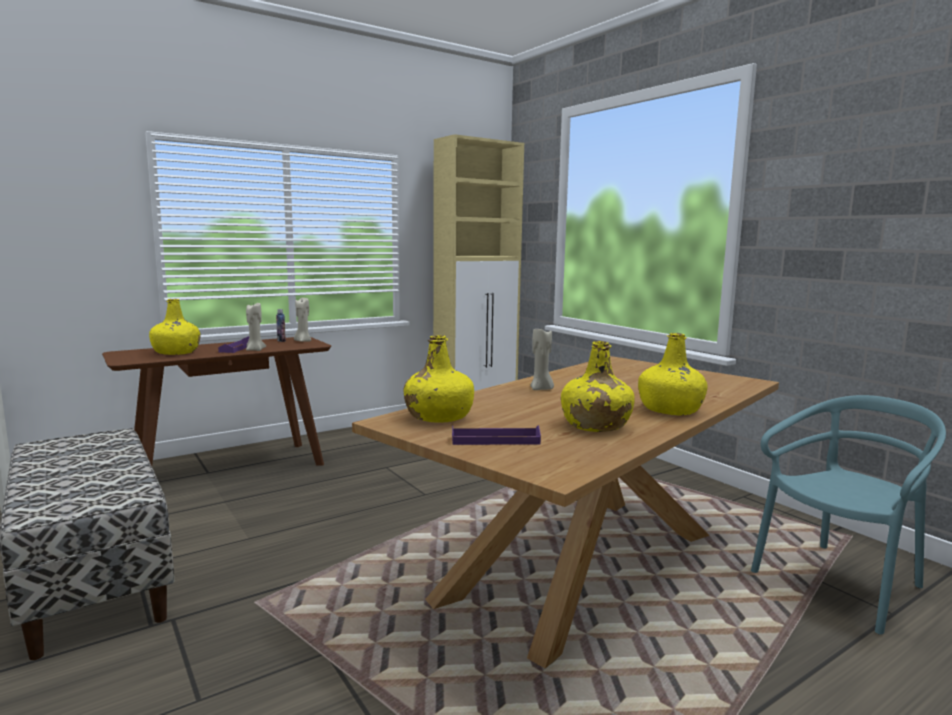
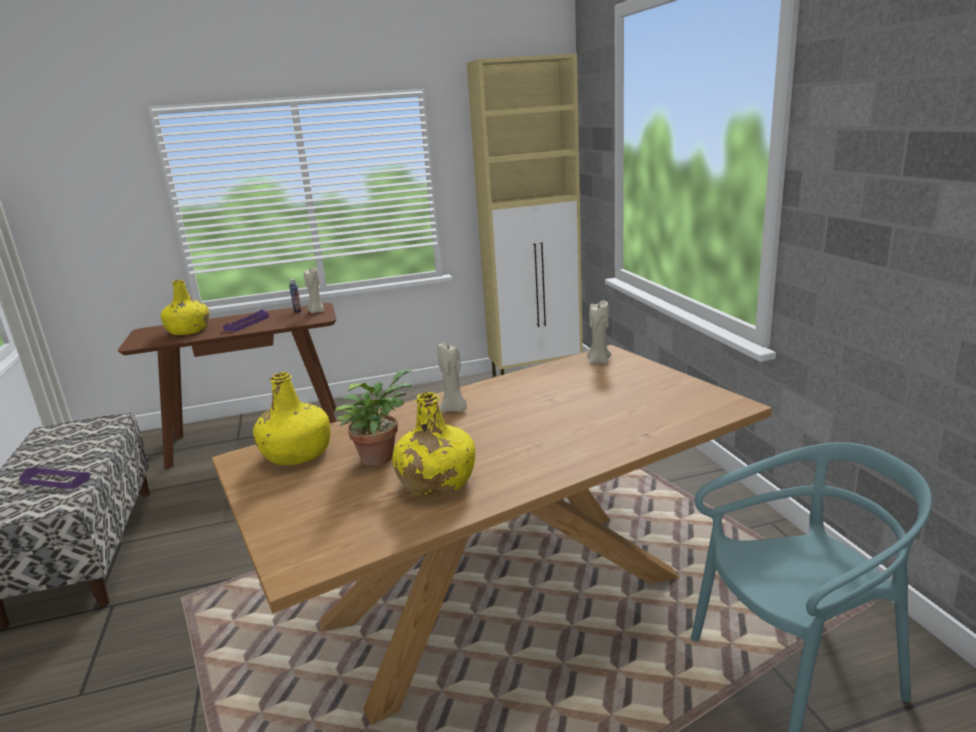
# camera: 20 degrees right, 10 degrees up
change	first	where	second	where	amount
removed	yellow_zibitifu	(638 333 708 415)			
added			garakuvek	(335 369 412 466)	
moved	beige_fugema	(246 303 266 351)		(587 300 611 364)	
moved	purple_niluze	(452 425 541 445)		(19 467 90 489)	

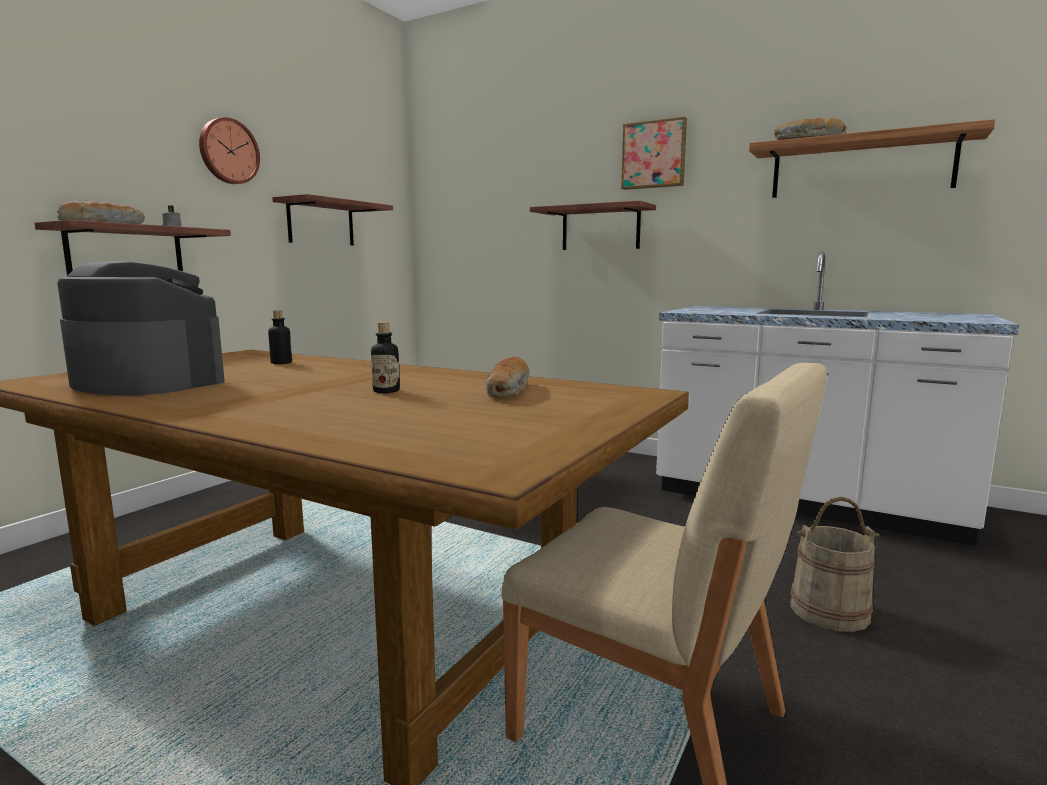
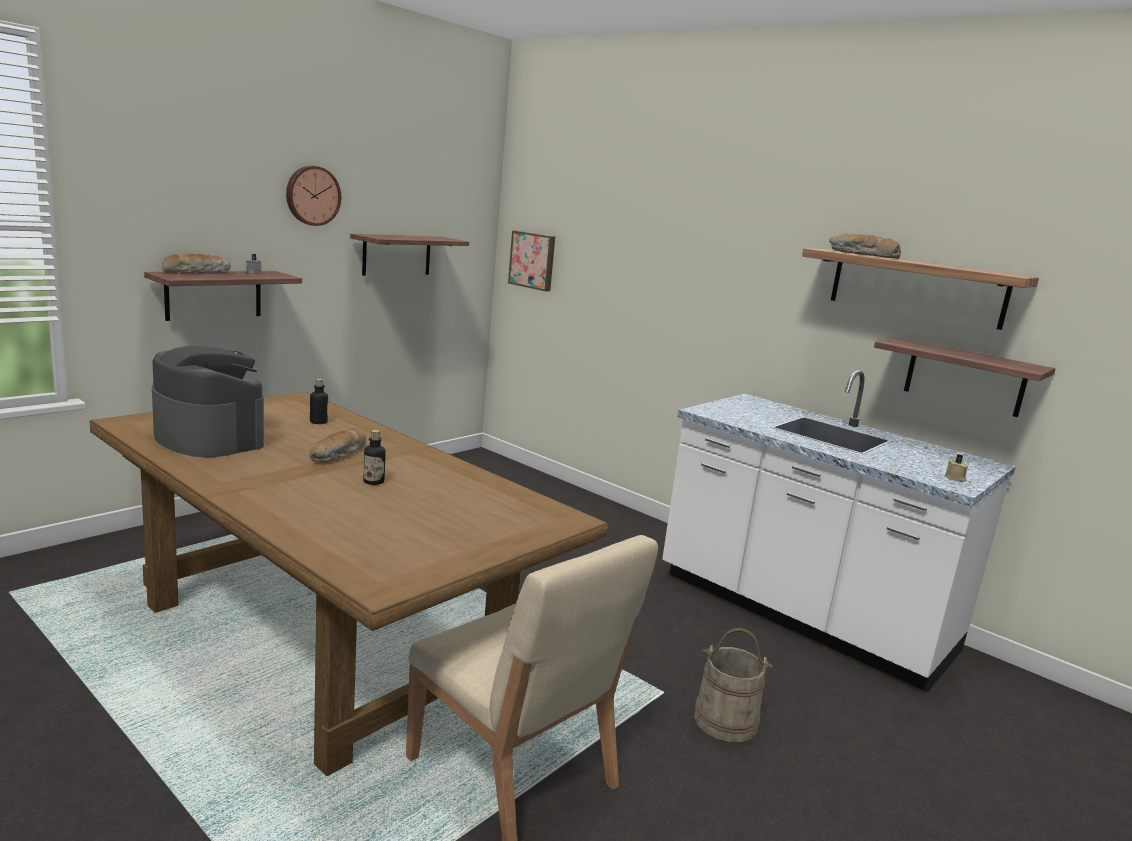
# camera: 10 degrees right, 5 degrees up
change	first	where	second	where	amount
added			beige_fugema	(944 454 968 482)	
moved	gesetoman	(486 357 529 398)		(310 428 366 463)	
moved	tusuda	(530 201 656 250)		(874 337 1055 417)	
moved	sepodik	(621 116 687 190)		(508 230 555 291)	

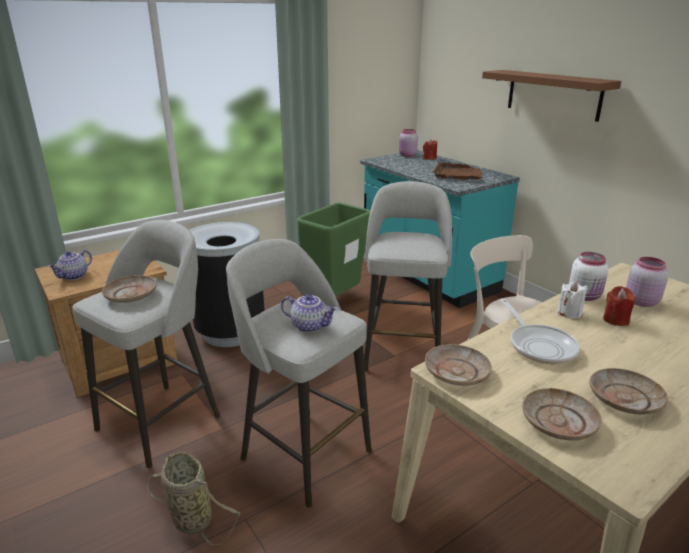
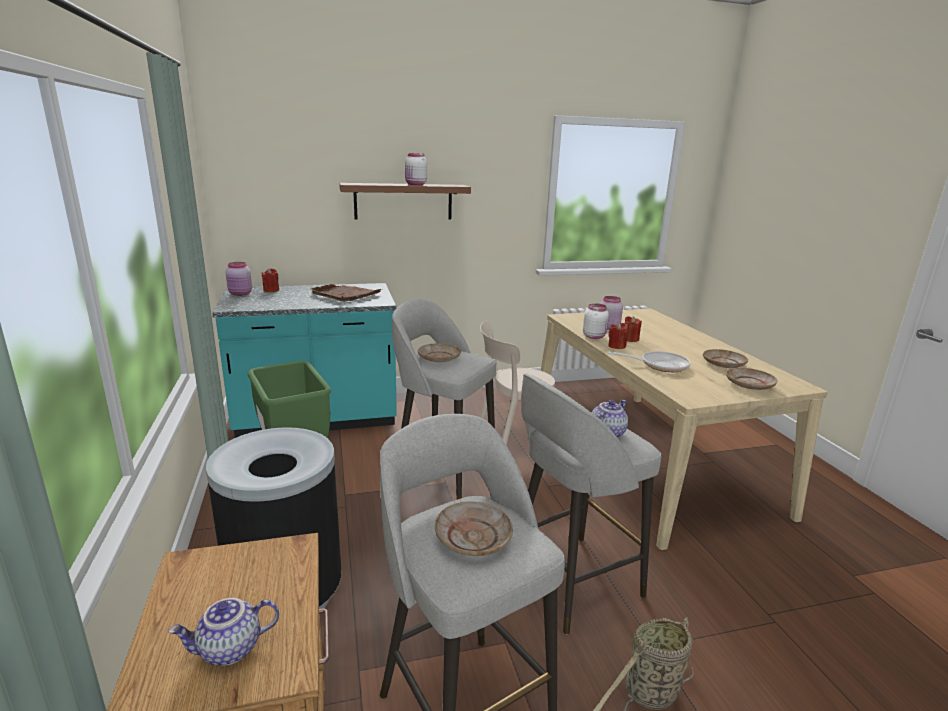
# camera: 70 degrees left, 5 degrees down
change	first	where	second	where	amount
added			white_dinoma	(405 153 427 185)	
moved	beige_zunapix	(425 344 492 386)		(418 343 461 362)	
recoloured	white_fugema	(557 282 588 318)	red_fugema	(608 322 628 349)	
turned	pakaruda	(48 250 92 280)		(168 598 279 666)	105 degrees clockwise

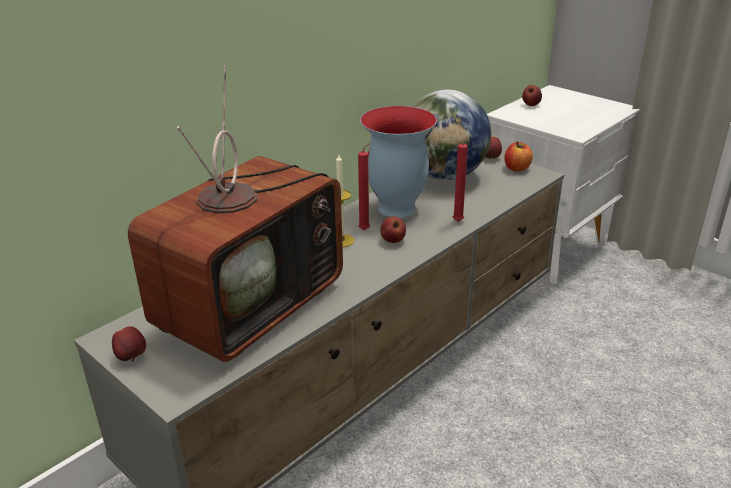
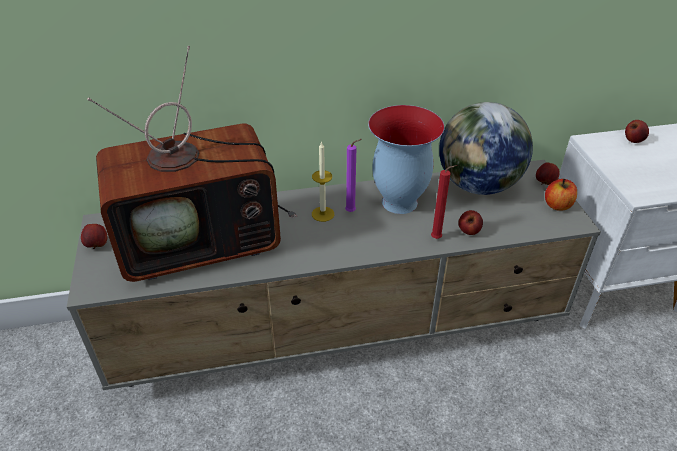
# camera: 35 degrees right, 10 degrees up
change	first	where	second	where	amount
moved	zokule	(380 216 406 243)		(458 210 483 235)	
recoloured	red_fugema	(358 142 371 230)	purple_fugema	(345 139 362 212)	

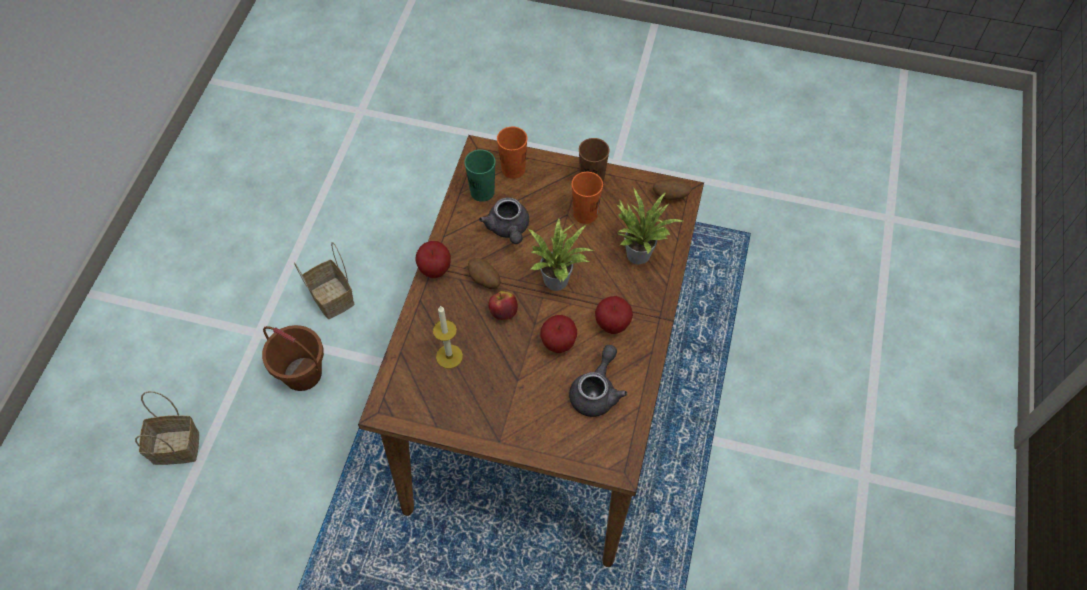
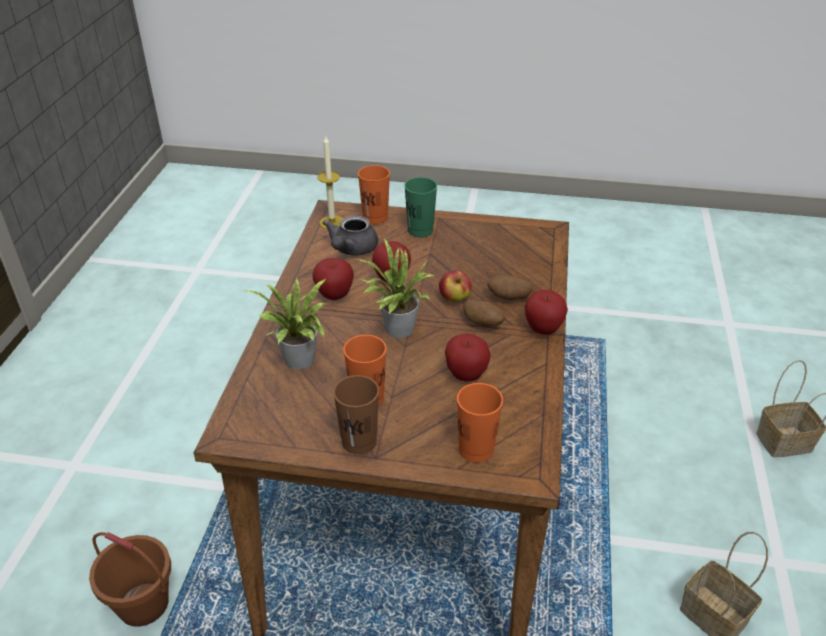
# camera: 175 degrees right, 20 degrees down
change	first	where	second	where	amount
added			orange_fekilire	(358 165 390 224)	
moved	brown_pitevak	(262 325 324 391)		(89 532 171 627)	
moved	fugema	(433 306 463 369)		(318 136 343 229)	
moved	green_fekilire	(464 149 495 202)		(404 177 437 237)	
moved	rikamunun	(653 179 692 200)		(487 275 533 300)	
replaced	grey_pakaruda	(479 197 529 244)	zokule	(445 334 491 382)	

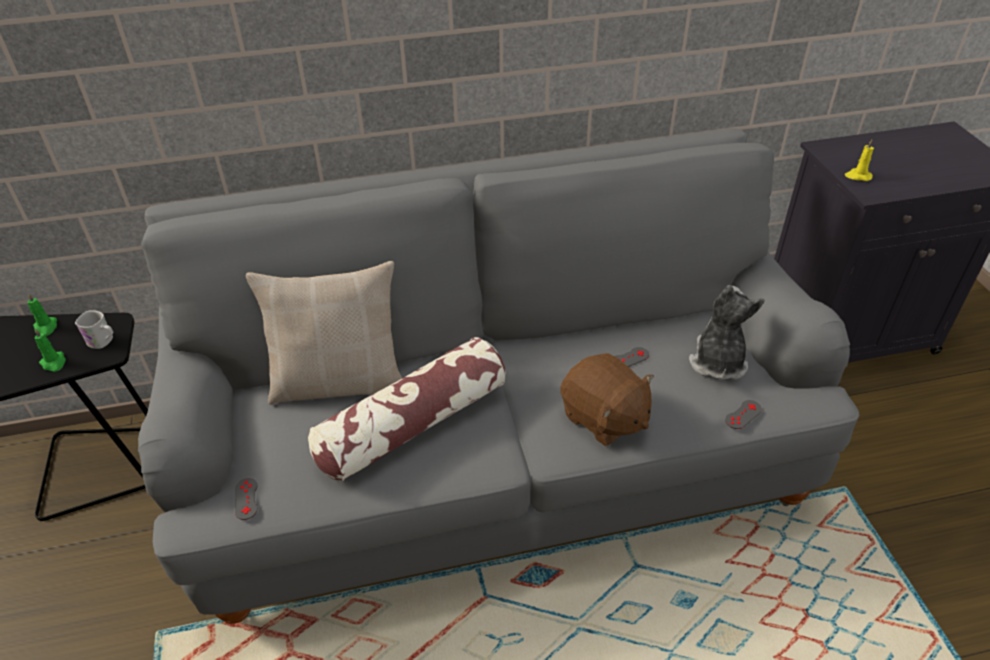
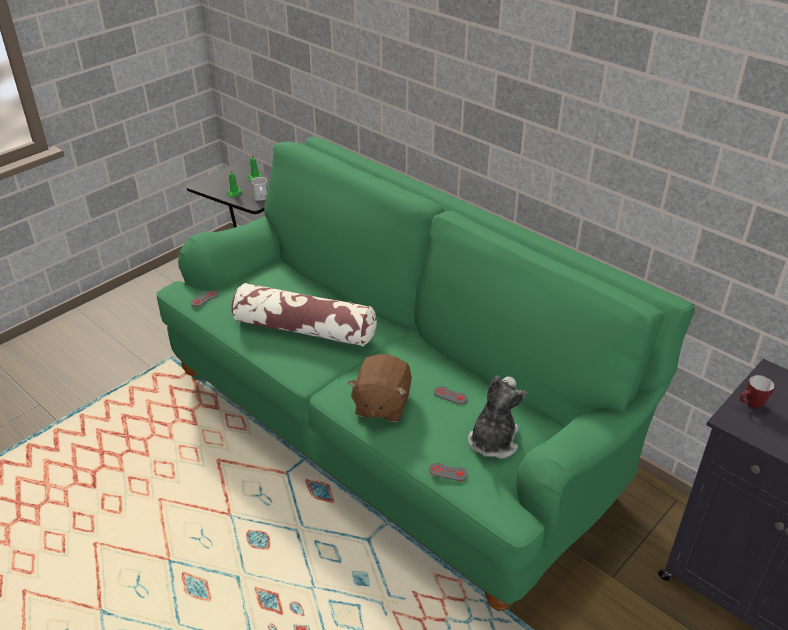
# camera: 55 degrees right, 5 degrees down
change	first	where	second	where	amount
removed	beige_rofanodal	(246 261 402 405)			
replaced	yellow_fugema	(845 139 874 181)	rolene	(740 375 774 409)	
recoloured	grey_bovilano	(138 129 859 624)	green_bovilano	(156 137 695 611)	
turned	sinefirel	(689 285 765 380)		(468 375 527 459)	45 degrees counterclockwise

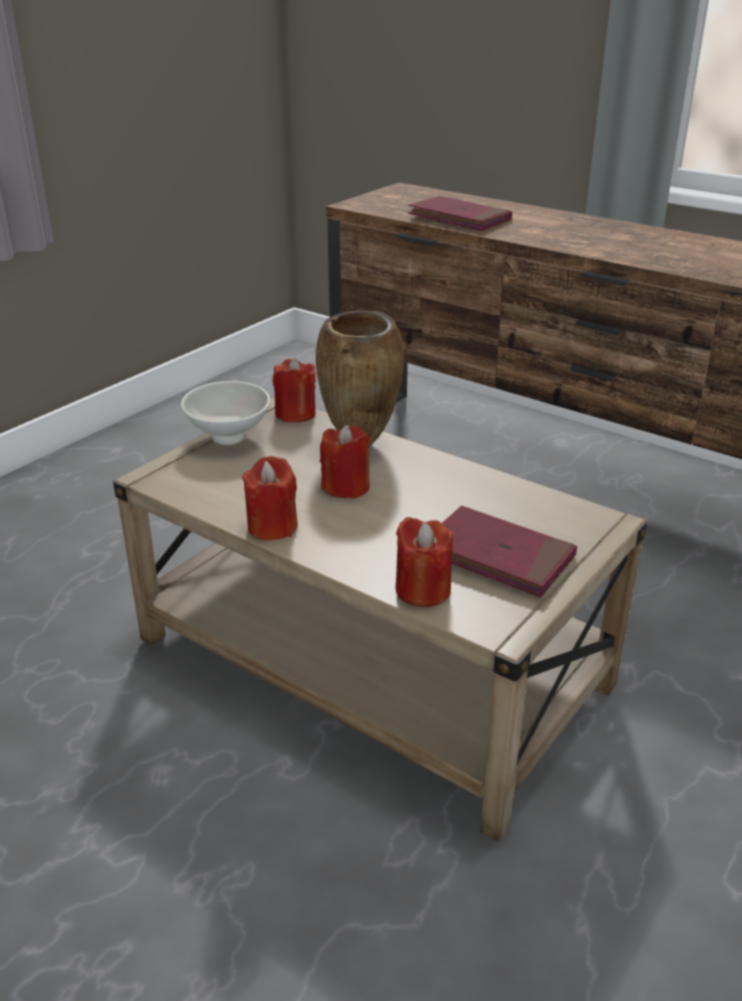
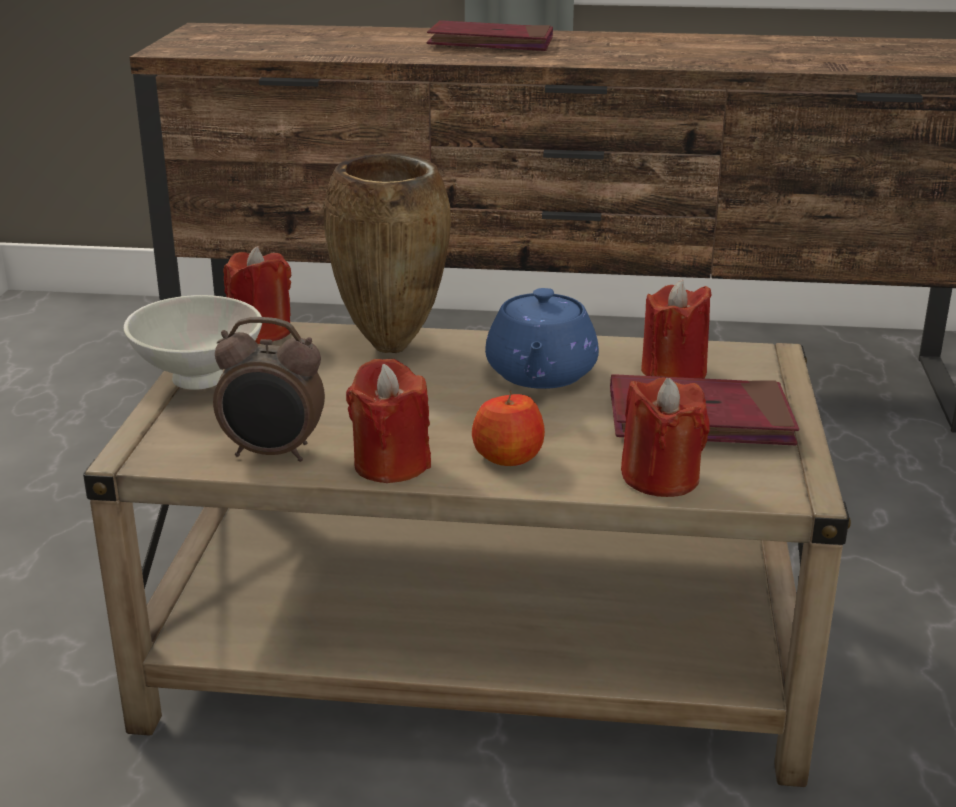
# camera: 30 degrees left, 5 degrees down
change	first	where	second	where	amount
added			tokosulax	(213 317 325 462)	
added			zokule	(472 391 545 466)	
added			blue_pakaruda	(485 288 599 389)	
moved	red_fugema	(320 425 370 499)		(641 280 712 379)	
moved	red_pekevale	(408 196 512 231)		(427 20 553 51)	

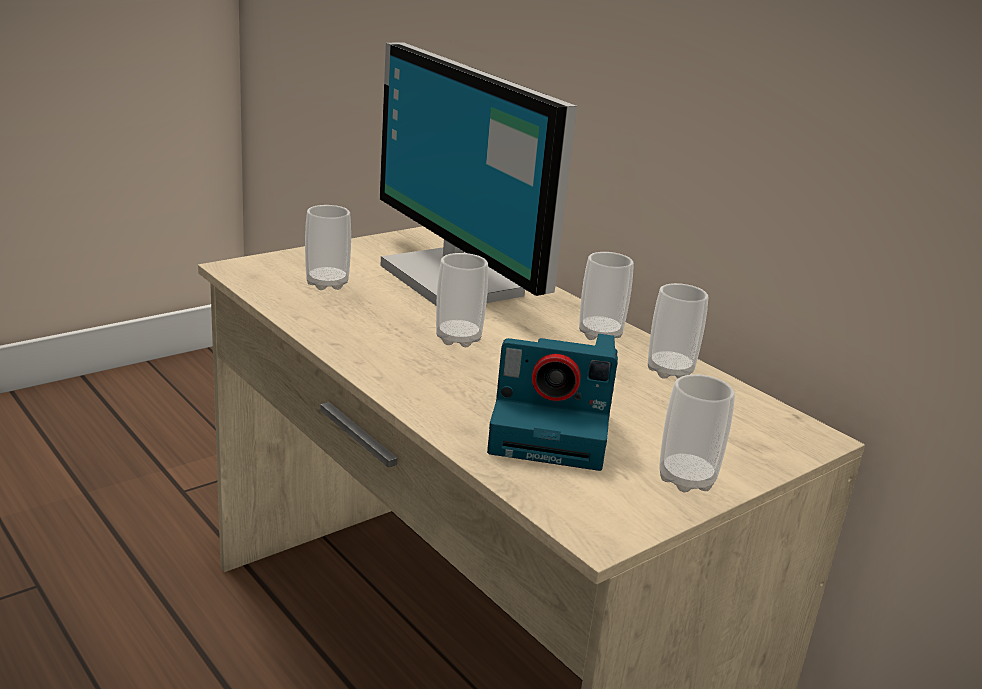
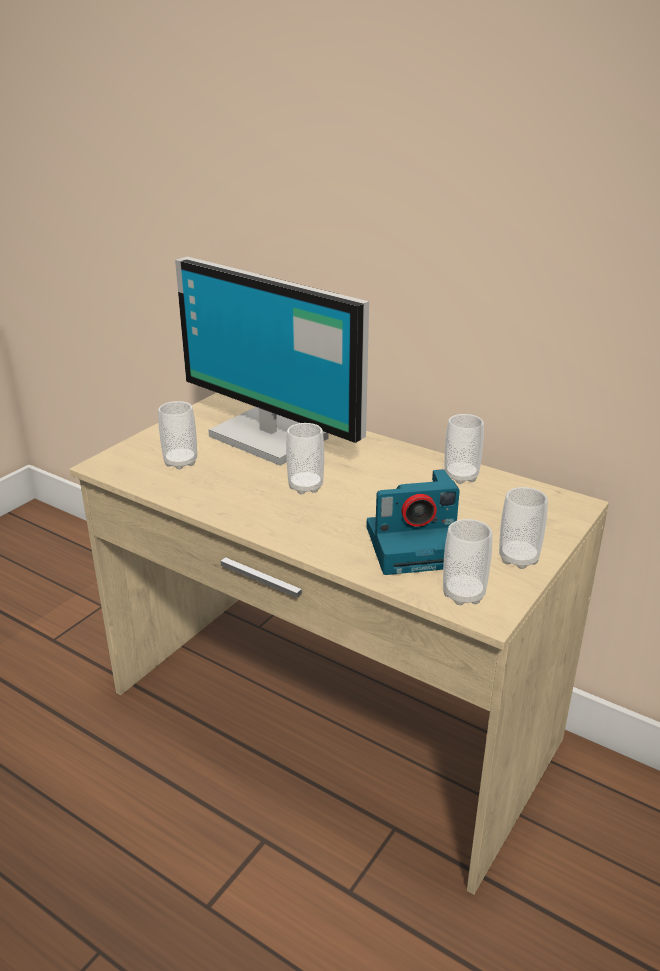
# camera: 15 degrees left, 5 degrees up
change	first	where	second	where	amount
moved	fekilire	(579 252 634 340)		(443 519 492 605)	

